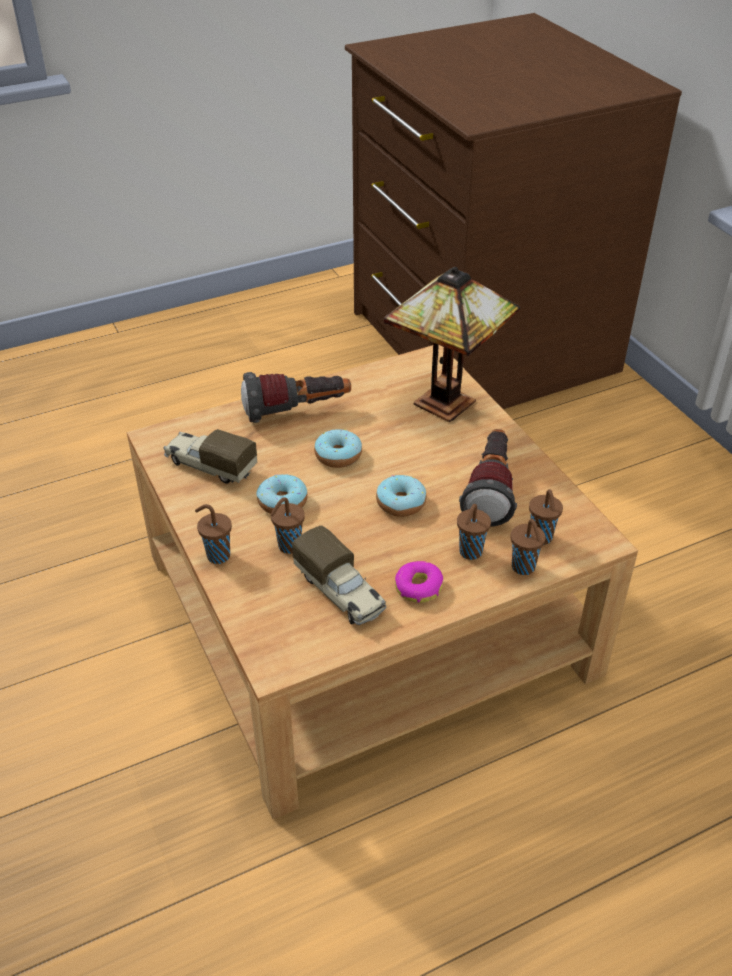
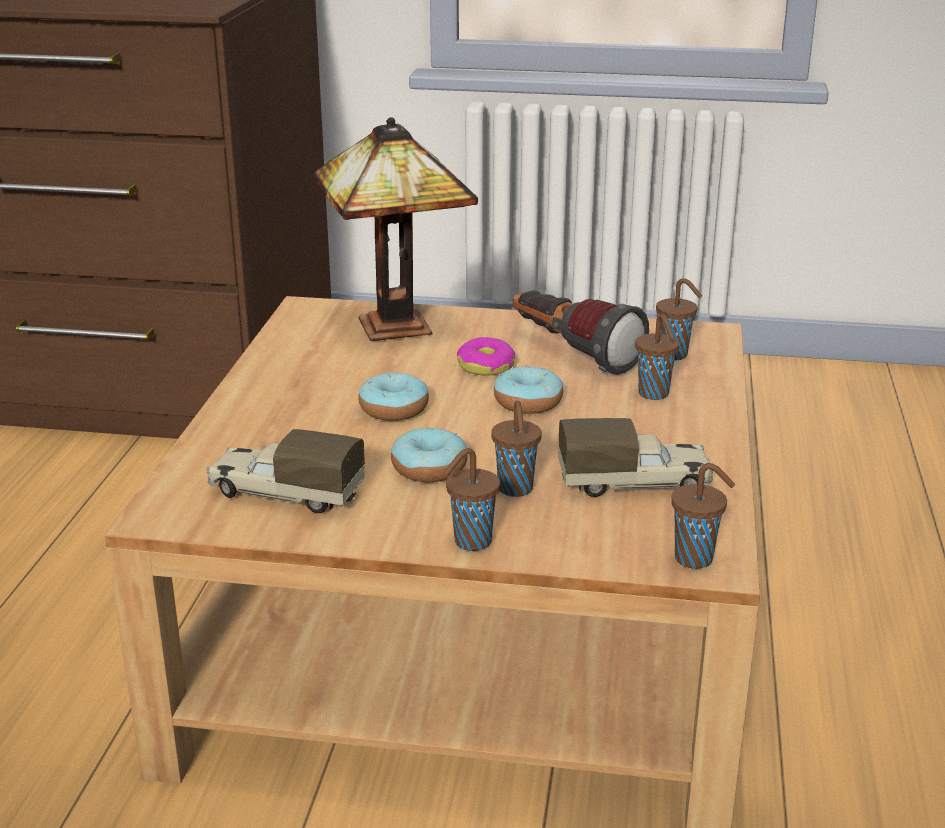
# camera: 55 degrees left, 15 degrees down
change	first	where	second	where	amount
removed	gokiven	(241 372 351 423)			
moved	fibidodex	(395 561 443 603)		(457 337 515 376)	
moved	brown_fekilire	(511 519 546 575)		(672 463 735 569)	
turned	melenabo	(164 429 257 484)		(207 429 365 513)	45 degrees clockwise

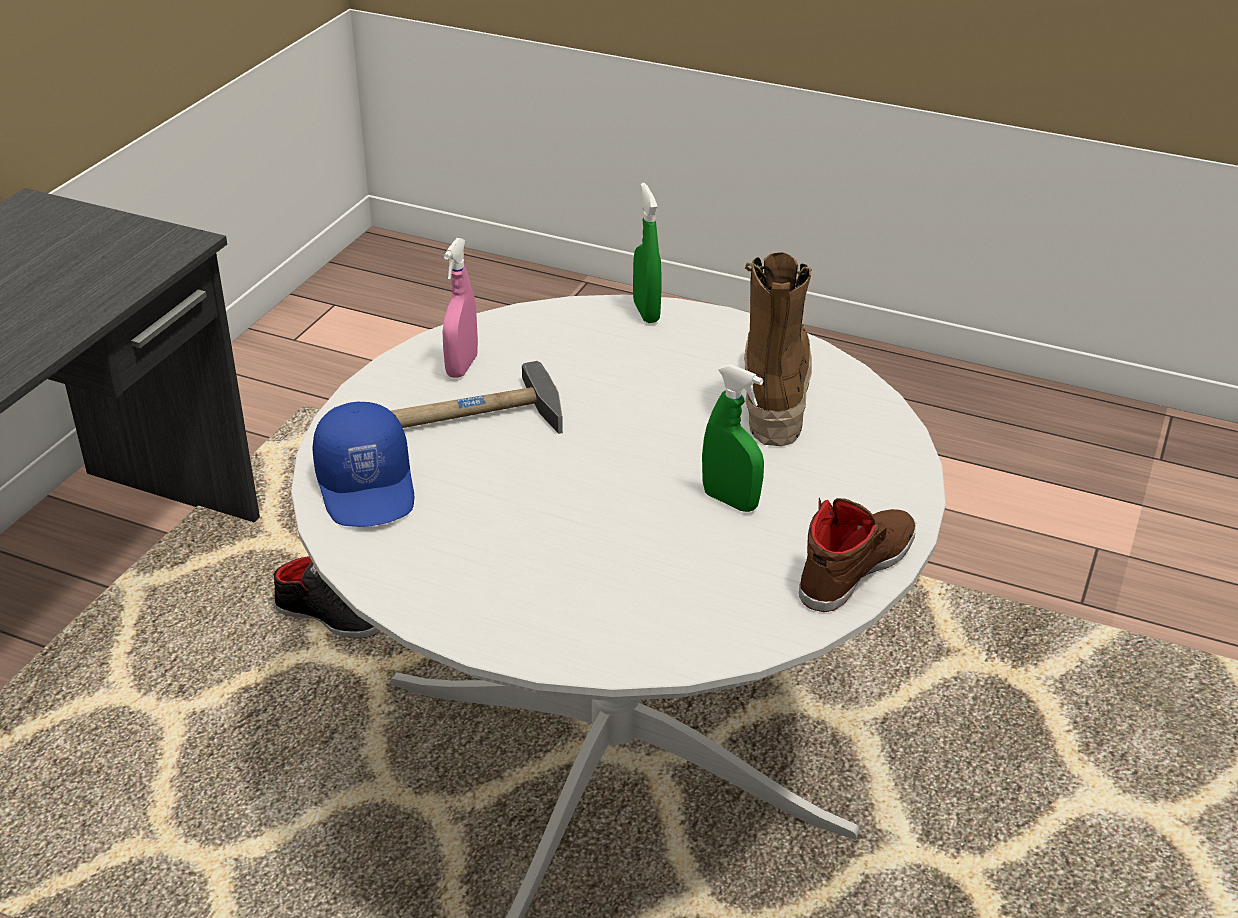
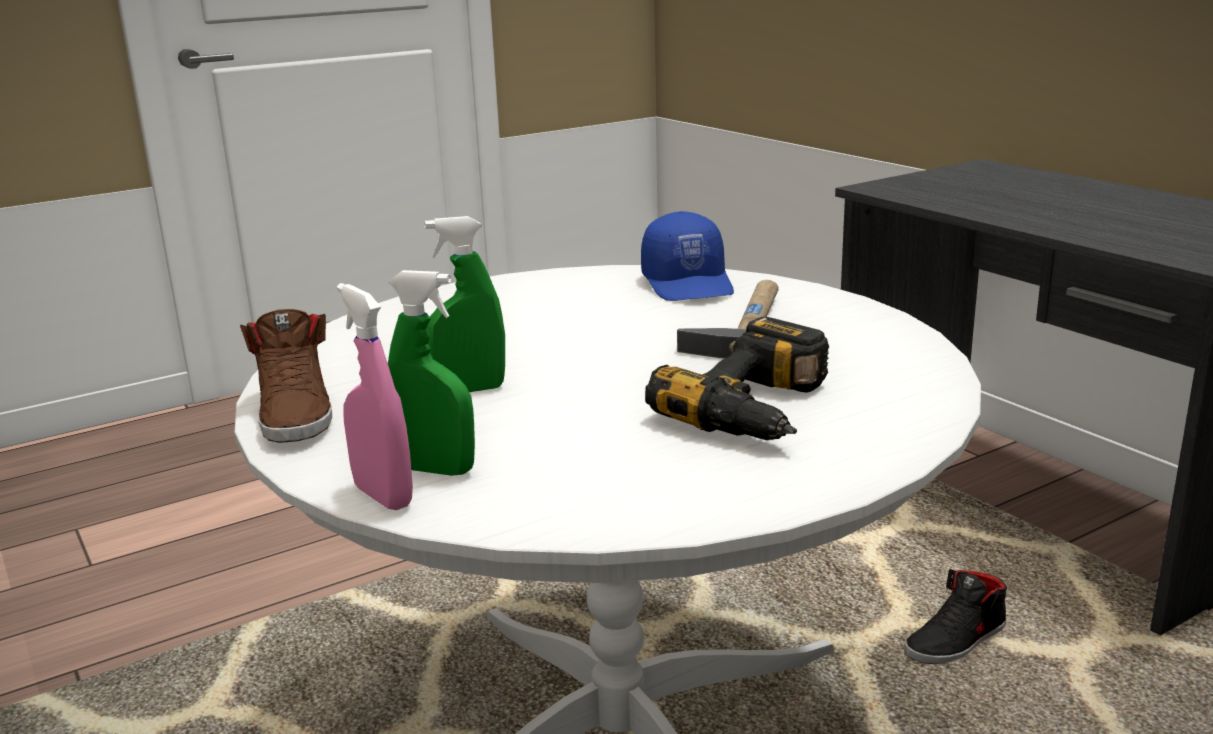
# camera: 125 degrees right, 15 degrees down
change	first	where	second	where	amount
removed	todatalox	(744 252 812 446)			
added			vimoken	(645 317 829 440)	
moved	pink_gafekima	(443 238 478 378)		(337 283 413 510)	
moved	green_gafekima	(633 183 662 323)		(388 270 475 476)	
turned	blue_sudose	(312 402 414 527)		(641 211 734 301)	120 degrees counterclockwise

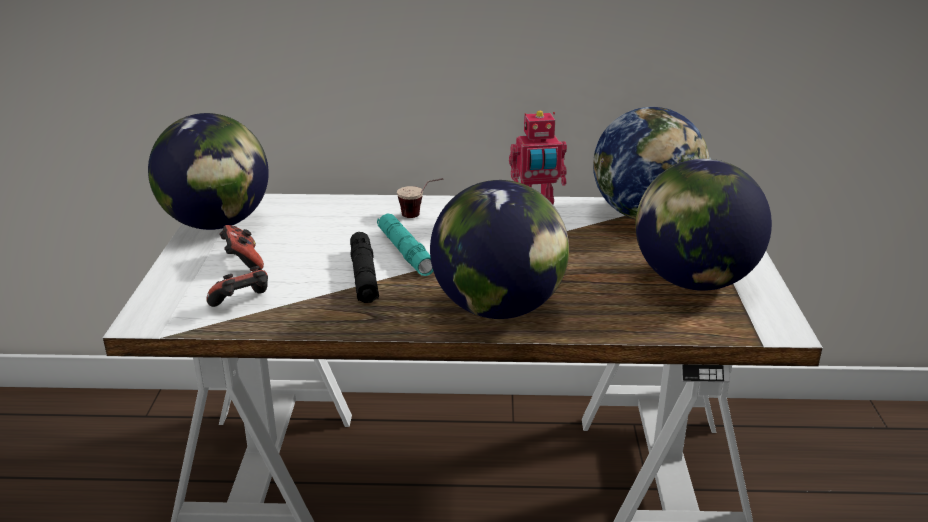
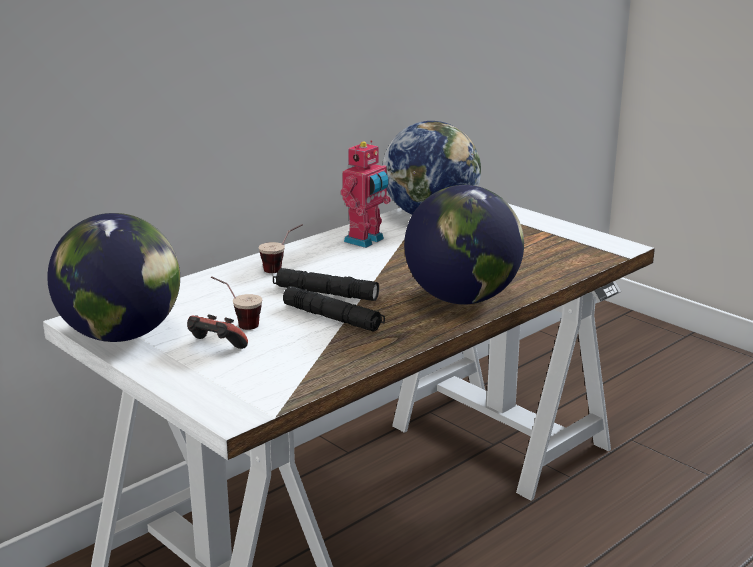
# camera: 45 degrees left, 5 degrees down
change	first	where	second	where	amount
removed	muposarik	(206 266 268 307)			
removed	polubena	(635 159 772 291)			
added			fekilire	(211 276 262 330)	
recoloured	turquoise_gokiven	(377 213 434 276)	black_gokiven	(273 268 379 301)	

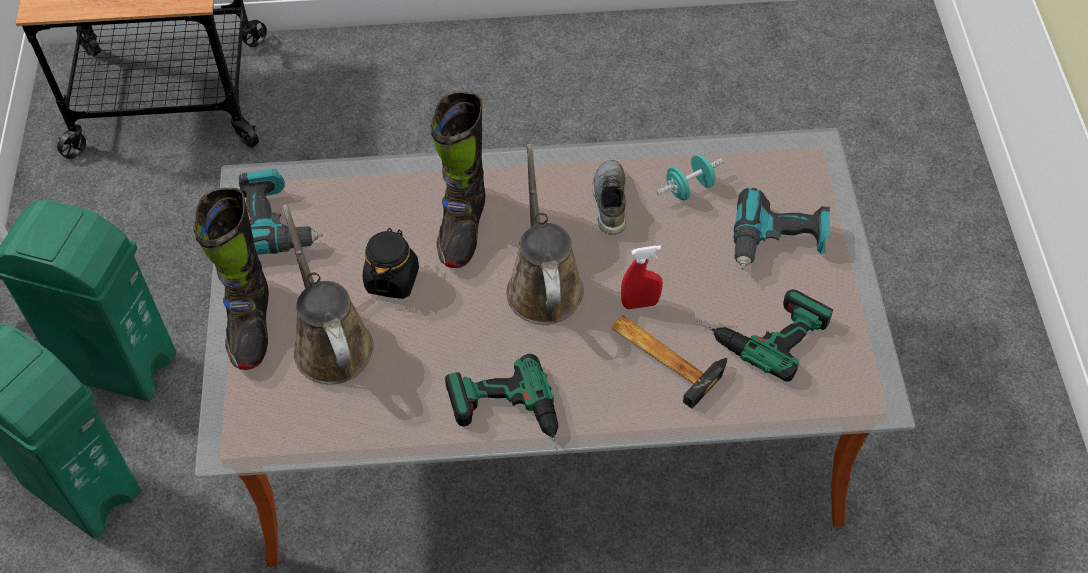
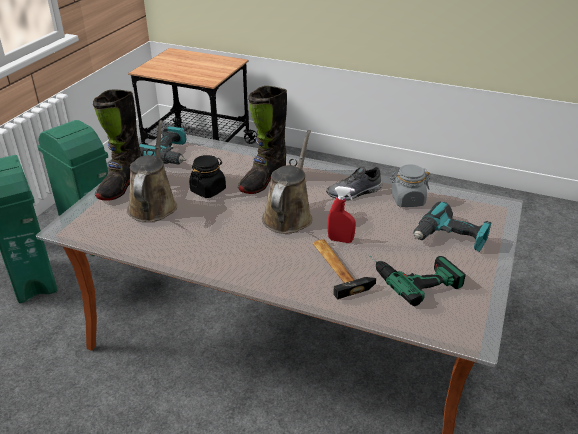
# camera: 25 degrees right, 20 degrees down
change	first	where	second	where	amount
removed	vimoken	(445 354 560 455)			
replaced	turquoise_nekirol	(657 154 723 200)	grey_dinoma	(390 164 430 207)	
turned	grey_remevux	(592 159 626 235)		(326 166 383 200)	135 degrees counterclockwise

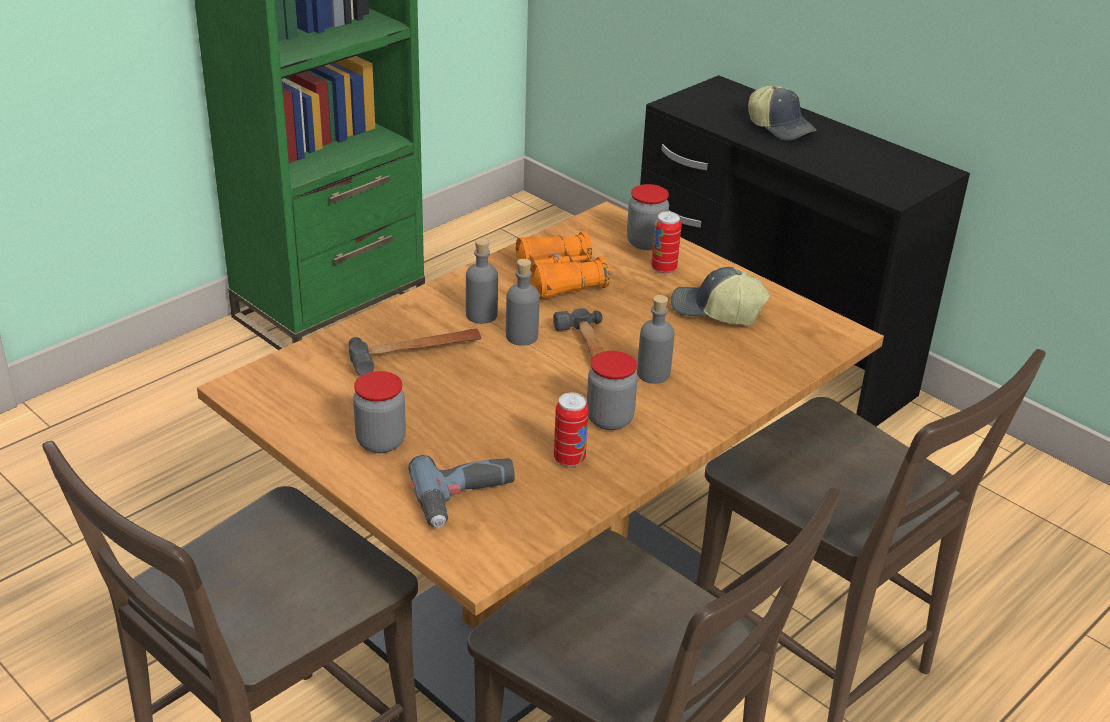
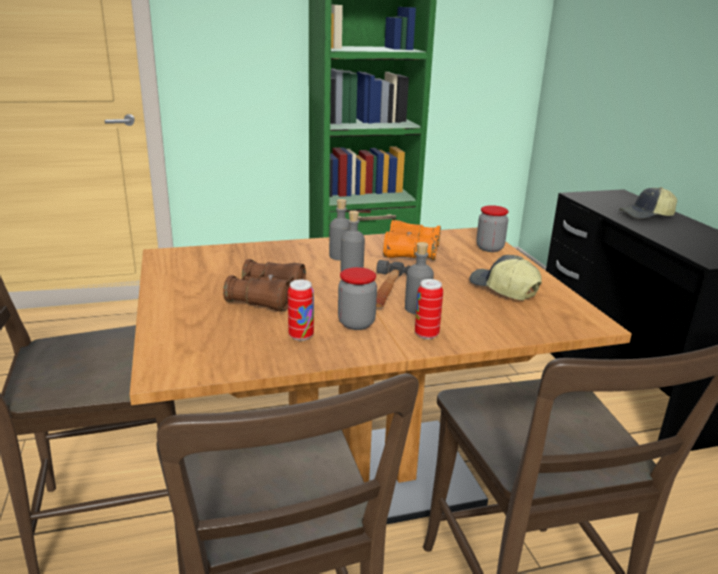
# camera: 30 degrees right, 10 degrees down
change	first	where	second	where	amount
removed	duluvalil	(349 328 481 375)			
removed	dinoma	(353 371 406 453)			
removed	vimoken	(408 455 515 528)			
added			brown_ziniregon	(223 259 306 312)	
moved	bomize	(651 211 682 274)		(415 279 443 339)	
turned	sudose	(748 86 817 141)		(619 187 677 219)	90 degrees clockwise

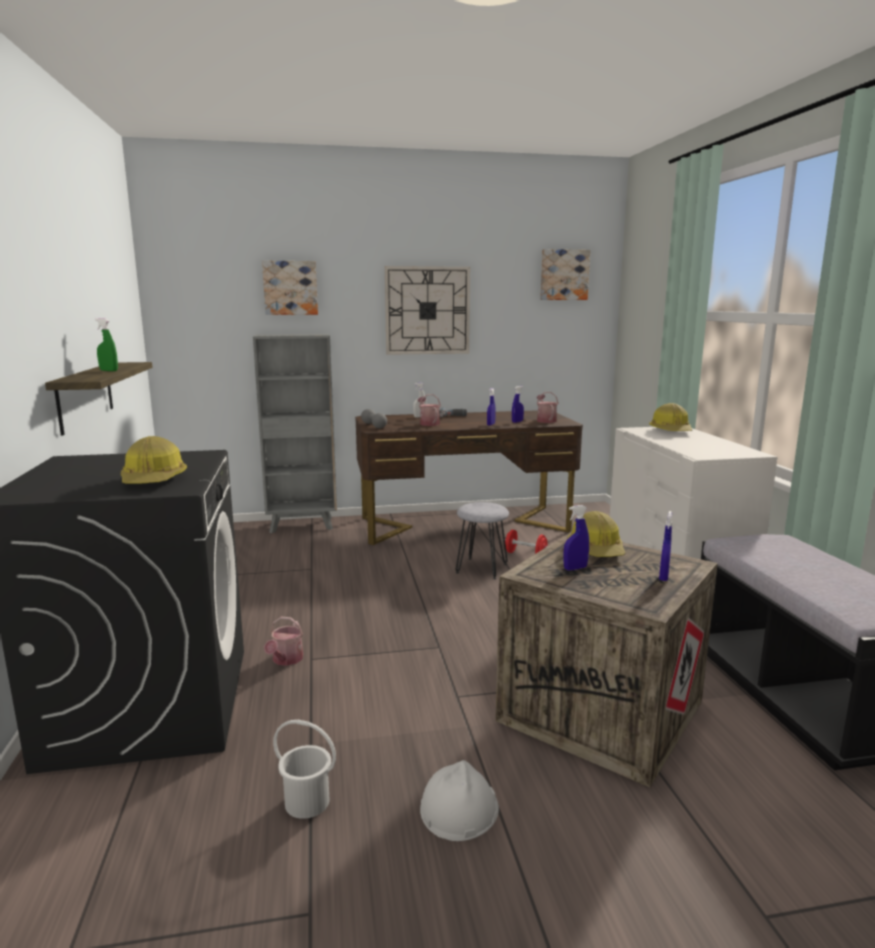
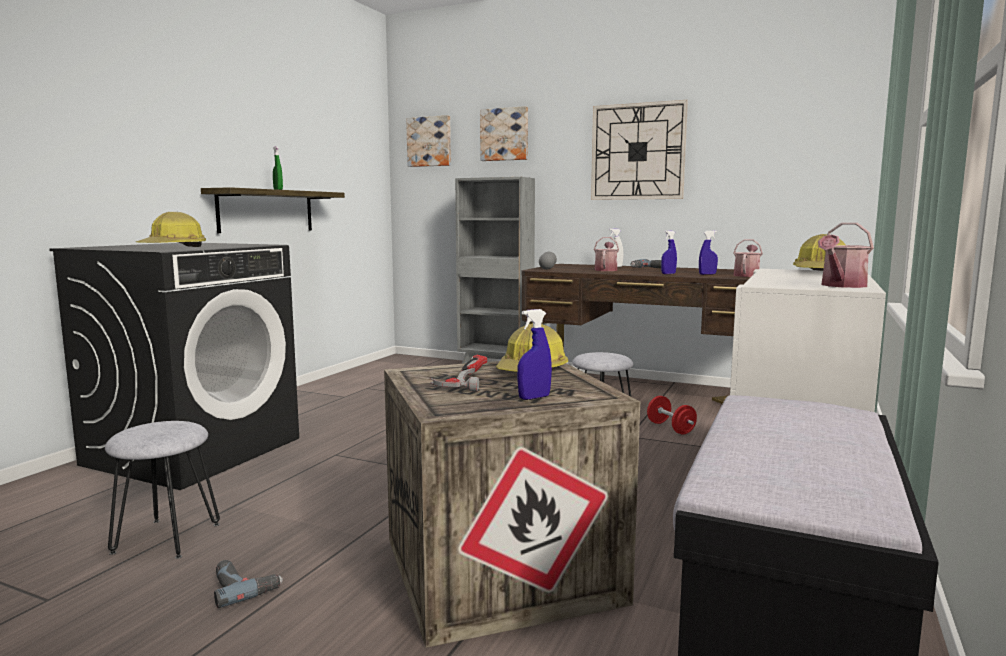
# camera: 35 degrees right, 5 degrees down
change	first	where	second	where	amount
moved	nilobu	(264 617 303 666)		(818 223 874 288)	
moved	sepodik	(540 249 590 300)		(406 115 451 167)	
replaced	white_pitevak	(273 720 336 819)	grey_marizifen	(105 421 220 559)	
replaced	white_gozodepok	(420 760 499 841)	vimoken	(214 560 283 608)	
replaced	blue_gafekima	(563 505 589 571)	duluvalil	(430 355 487 392)	

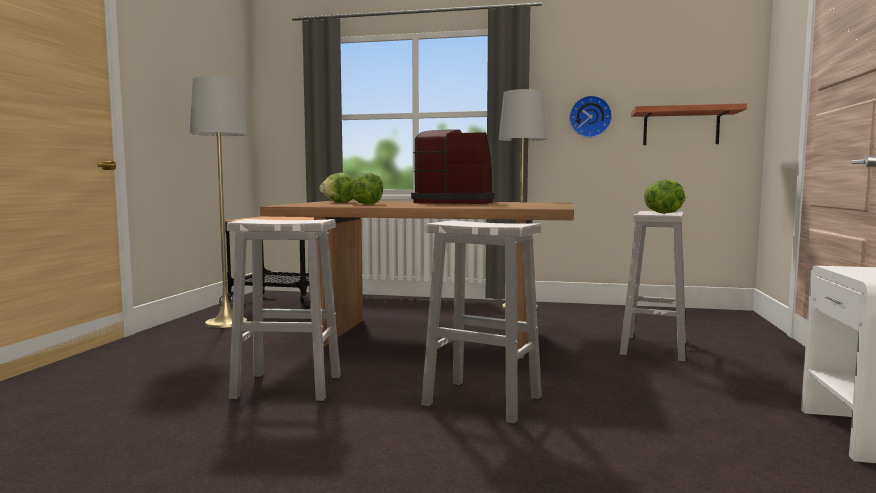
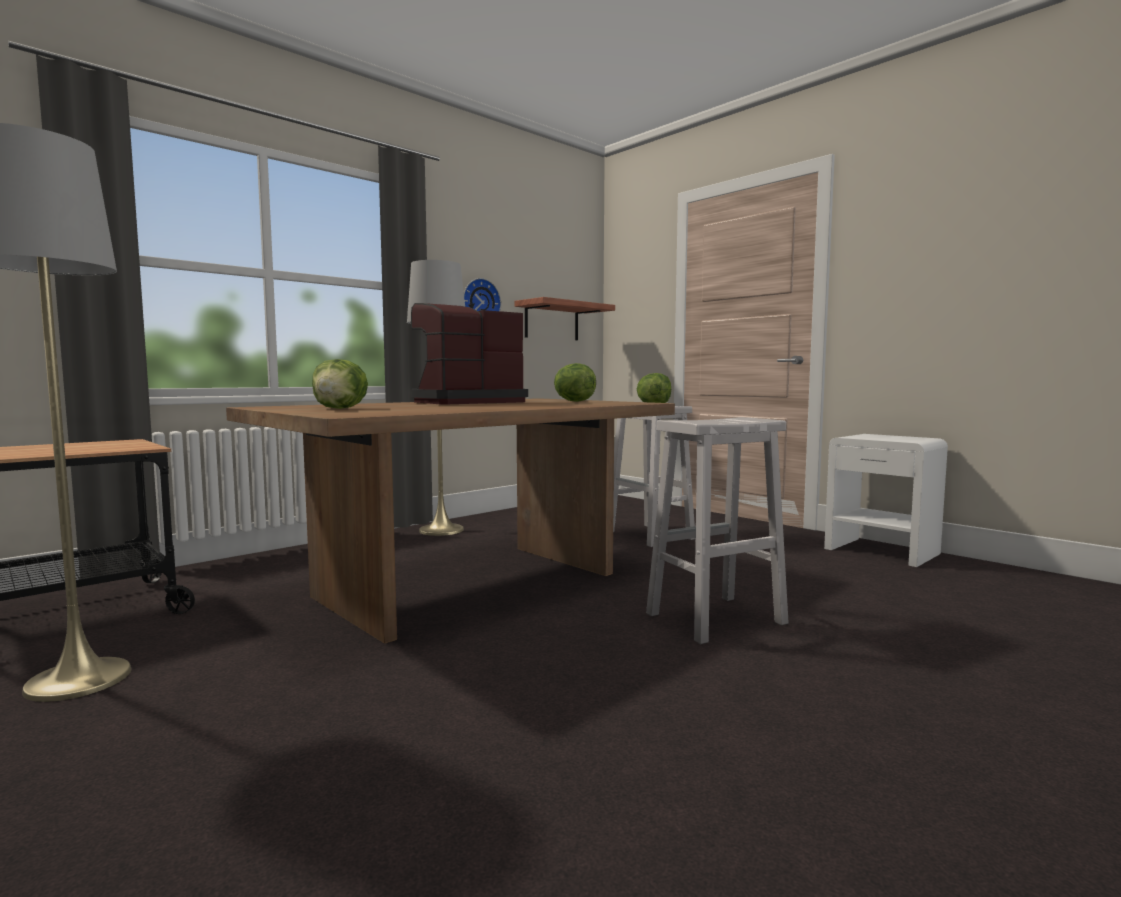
# camera: 55 degrees left, 0 degrees up
change	first	where	second	where	amount
removed	white_marizifen	(227 219 341 401)			
moved	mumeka	(349 172 383 204)		(554 363 596 402)	

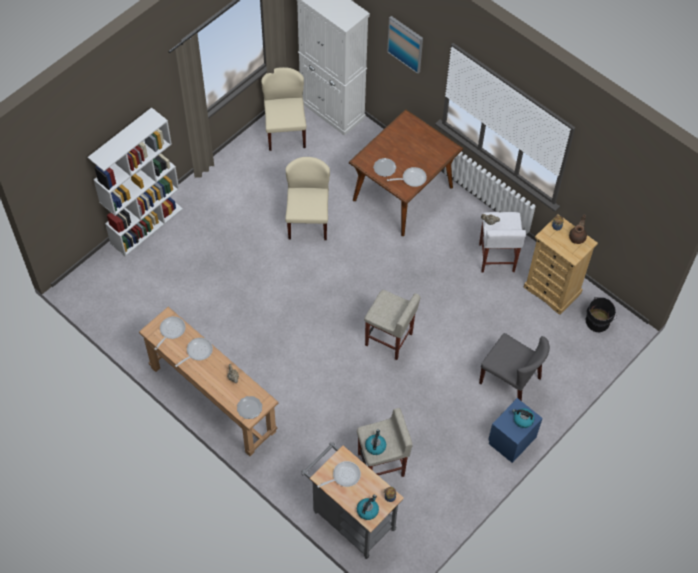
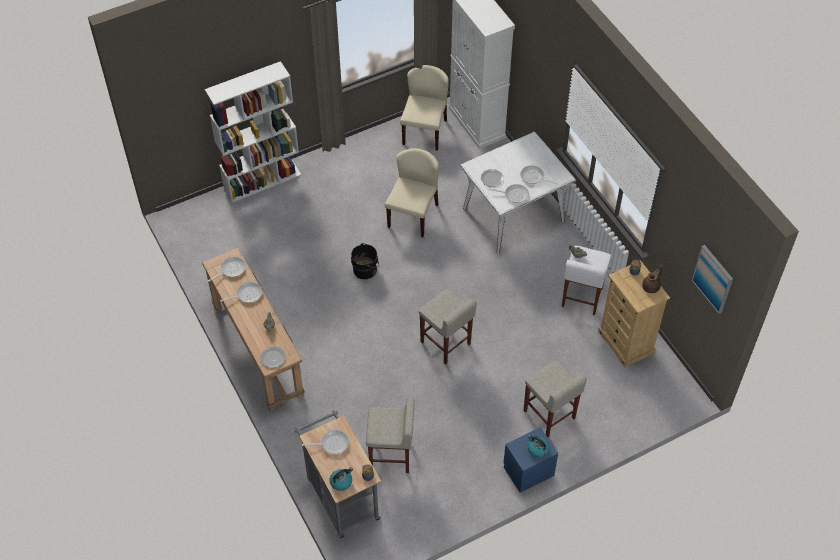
# camera: 20 degrees right, 5 degrees down
change	first	where	second	where	amount
removed	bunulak	(365 430 386 455)			
added			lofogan	(520 165 558 185)	
moved	sepodik	(387 16 423 74)		(692 245 733 314)	
moved	black_pitevak	(586 297 617 332)		(351 243 379 279)	
replaced	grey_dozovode	(479 333 550 401)	beige_marizifen	(523 361 587 437)	
recoloured	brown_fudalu	(349 109 463 236)	white_fudalu	(460 131 576 253)	

